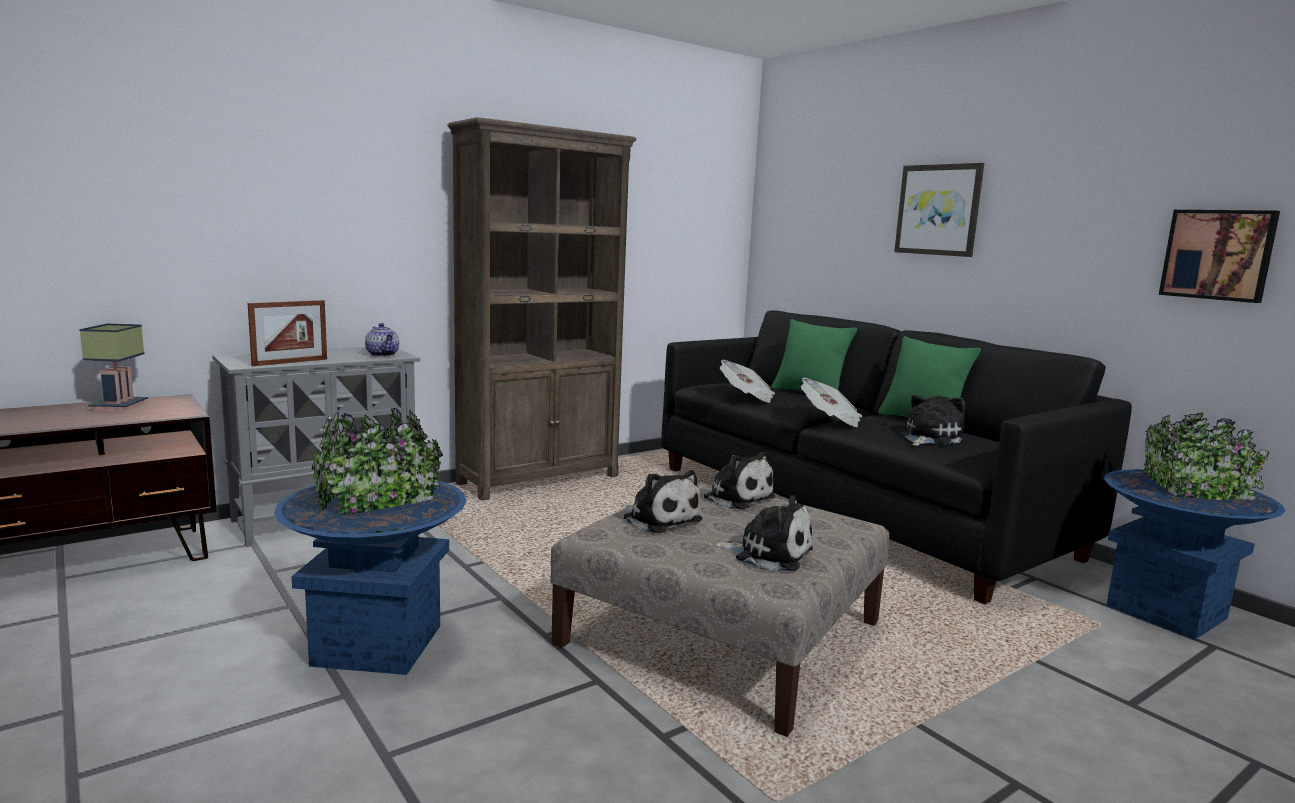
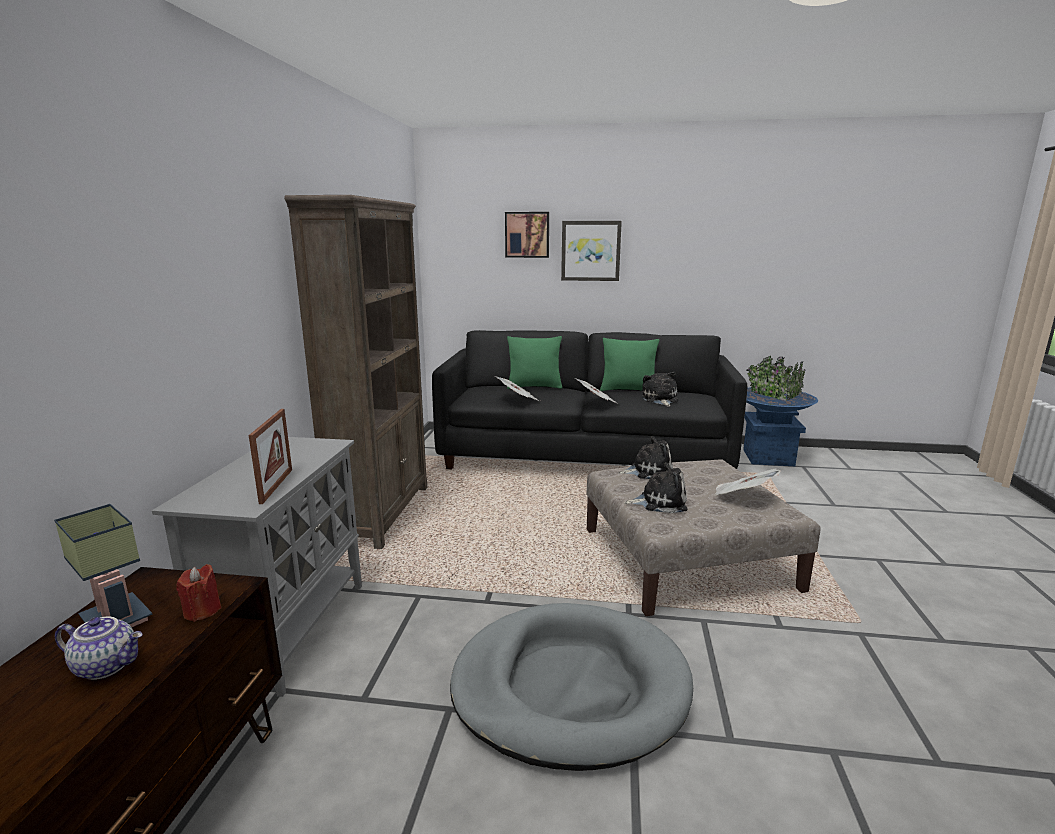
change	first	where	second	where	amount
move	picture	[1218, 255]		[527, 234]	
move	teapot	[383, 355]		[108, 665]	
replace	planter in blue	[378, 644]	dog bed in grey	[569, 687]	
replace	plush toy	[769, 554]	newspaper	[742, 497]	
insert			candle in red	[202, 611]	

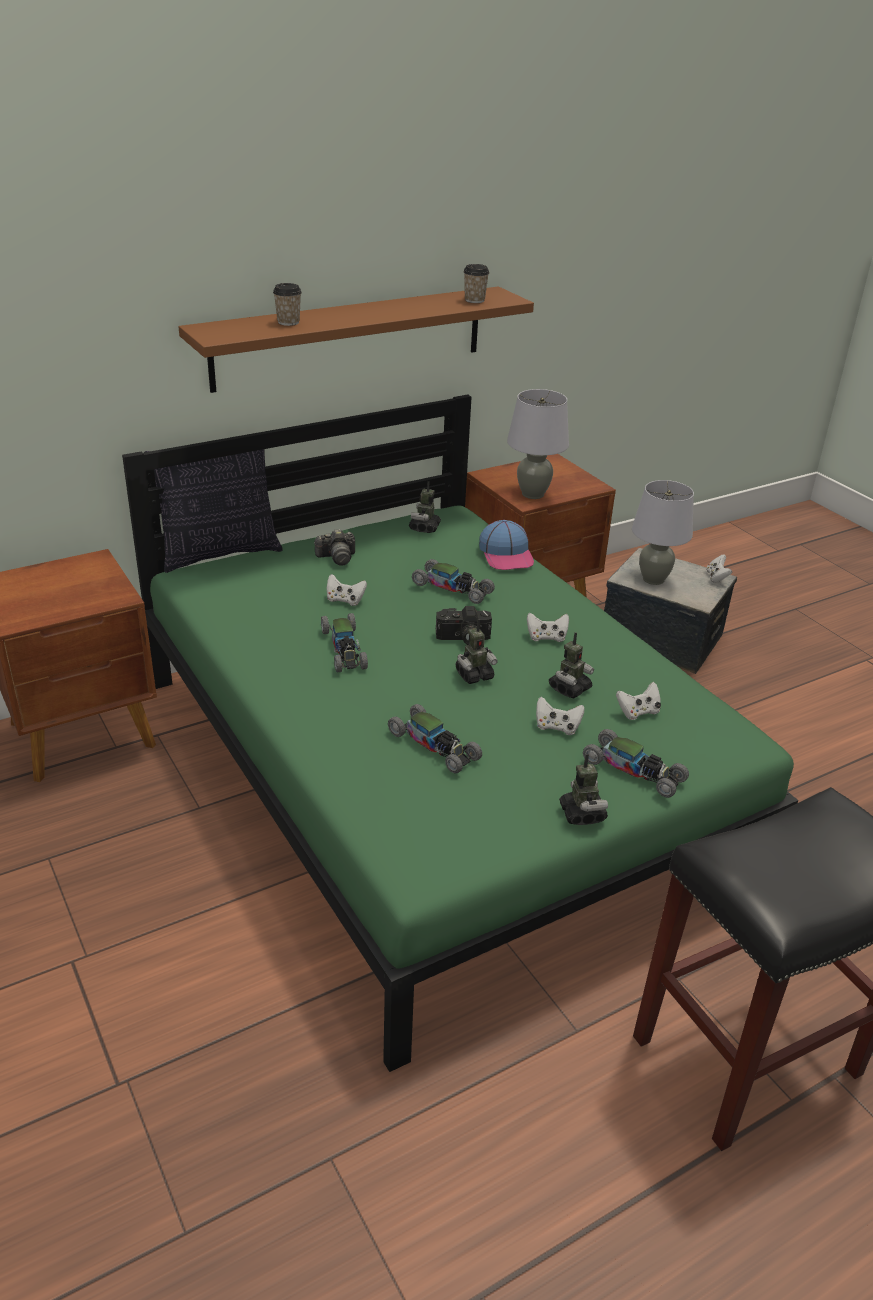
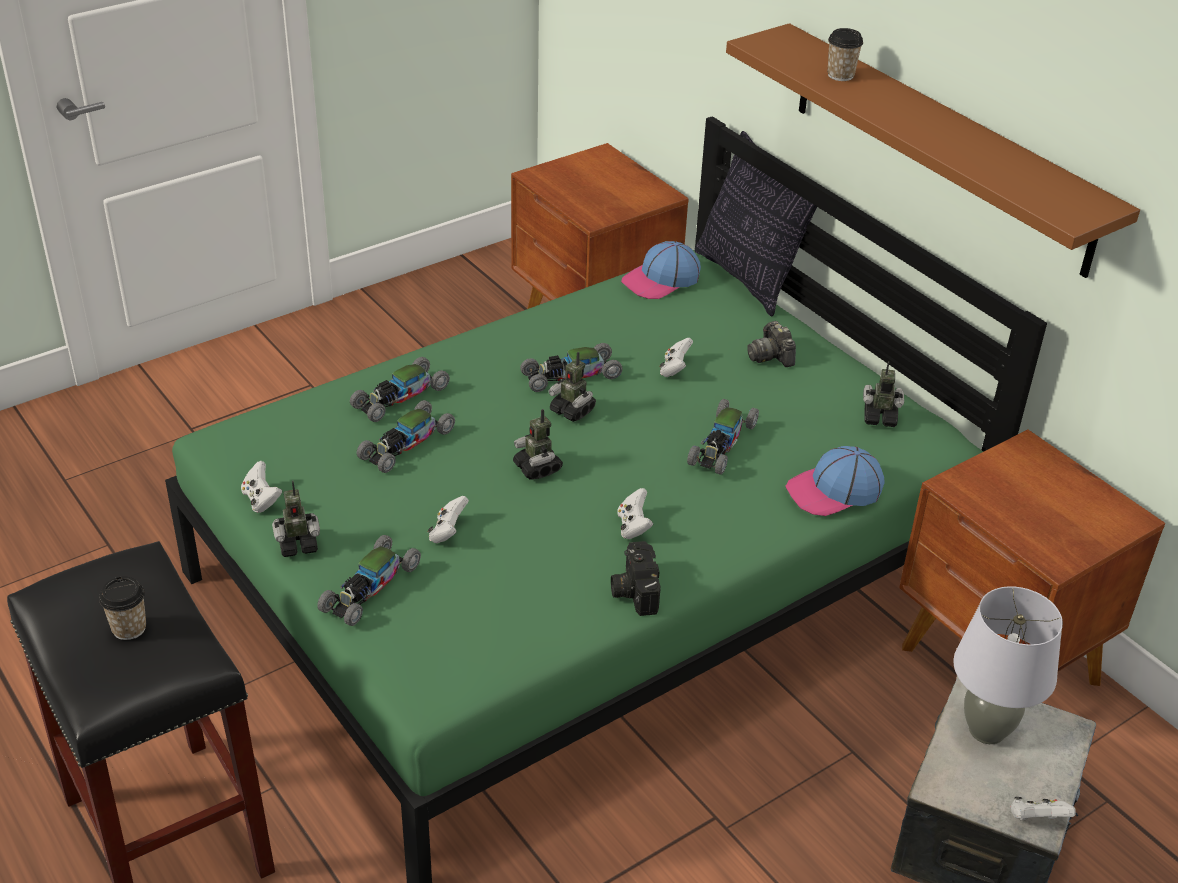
change	first	where	second	where	amount
move	cup	[474, 300]		[129, 628]	
delete	table lamp in grey	[533, 494]			
move	photo camera	[463, 638]		[633, 590]	
move	toy robot	[569, 689]		[572, 410]	
move	game controller in white	[638, 712]		[261, 500]	
insert			cap	[661, 280]	
insert			toy car	[400, 397]	

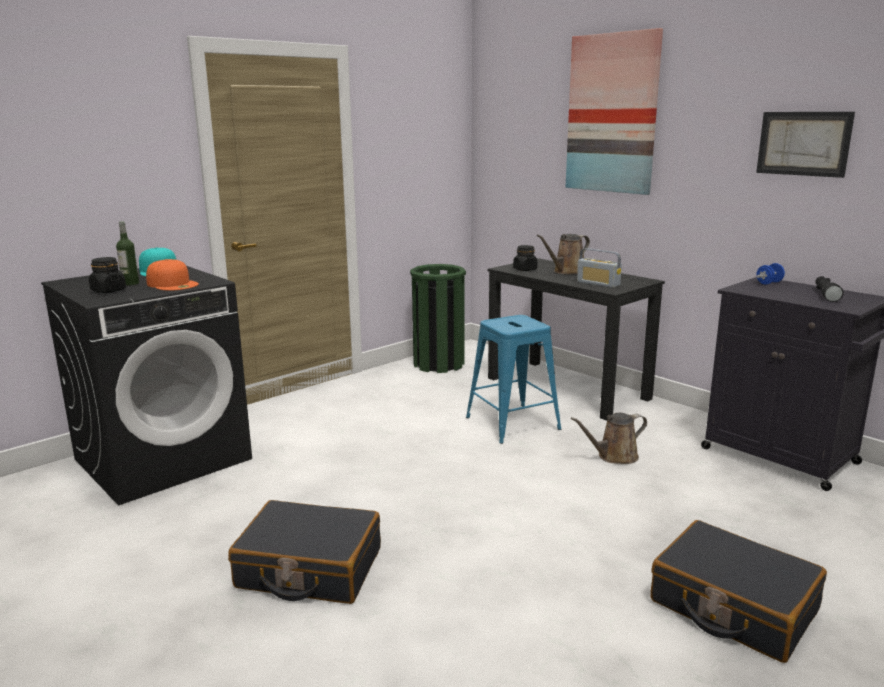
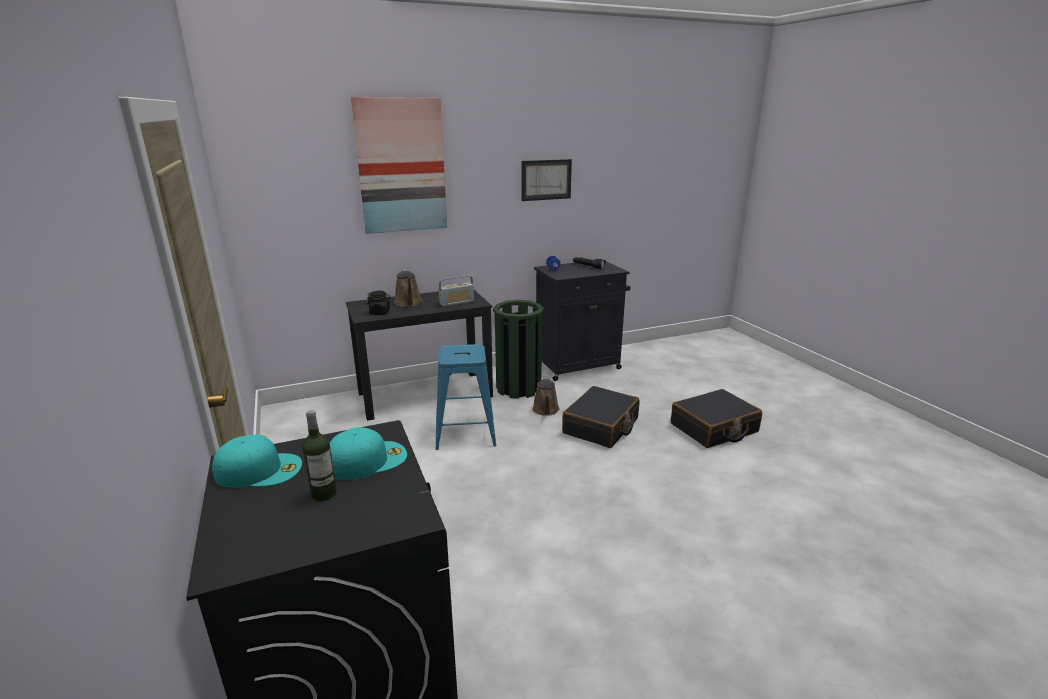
change	first	where	second	where	amount
delete	jar in black	[108, 290]			
recolor	cap in orange	[173, 284]	cap in turquoise	[367, 459]	
move	trash can in green	[438, 364]		[518, 388]	
move	suitcase in black	[309, 568]		[601, 426]	

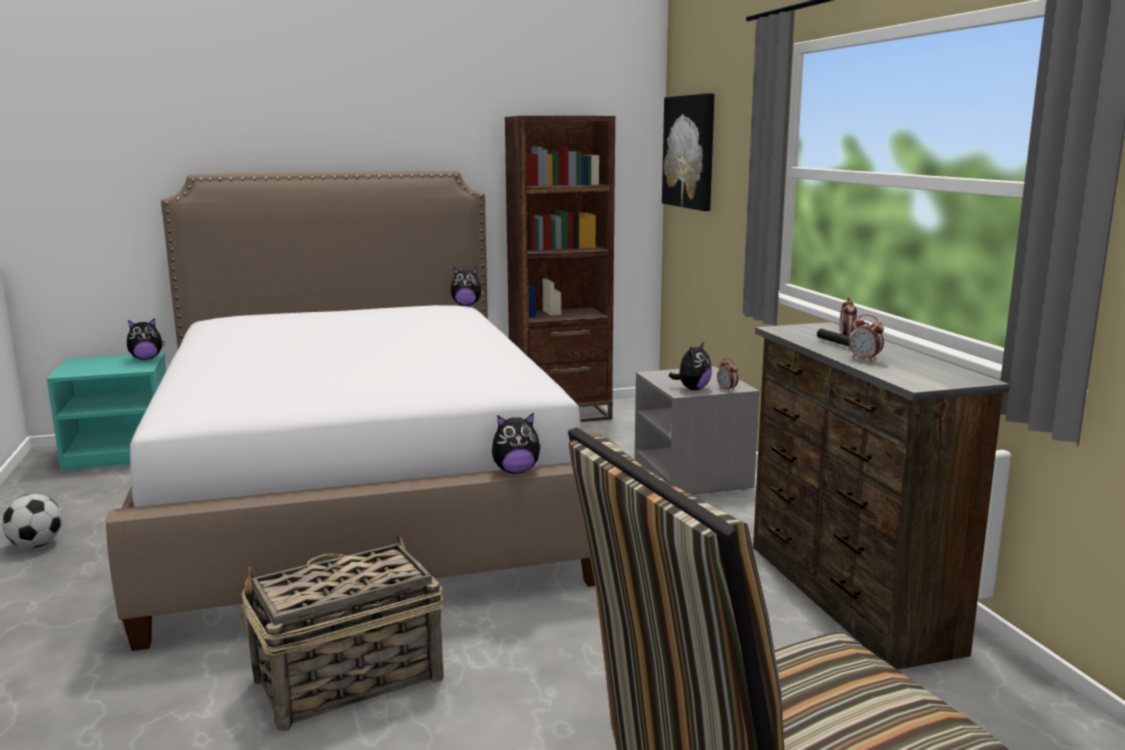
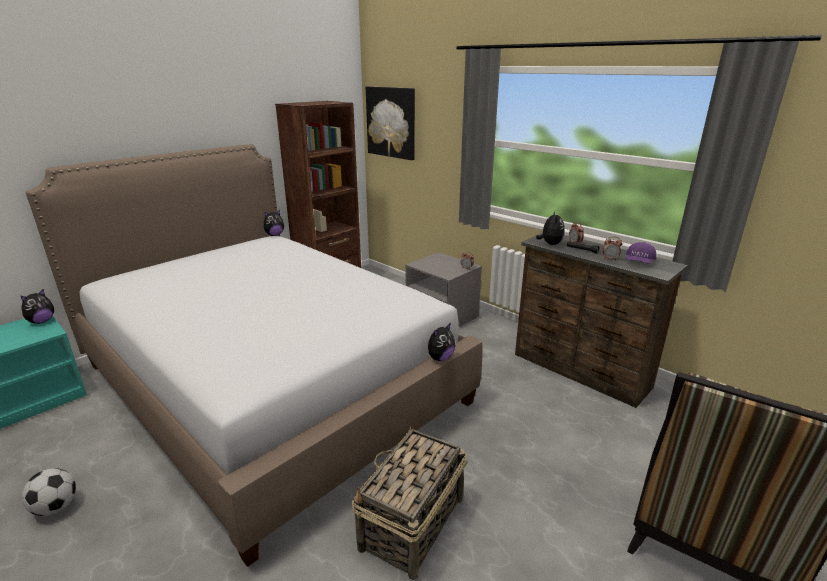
change	first	where	second	where	amount
move	plush toy	[692, 389]		[550, 244]	
insert			cap in purple	[639, 262]	

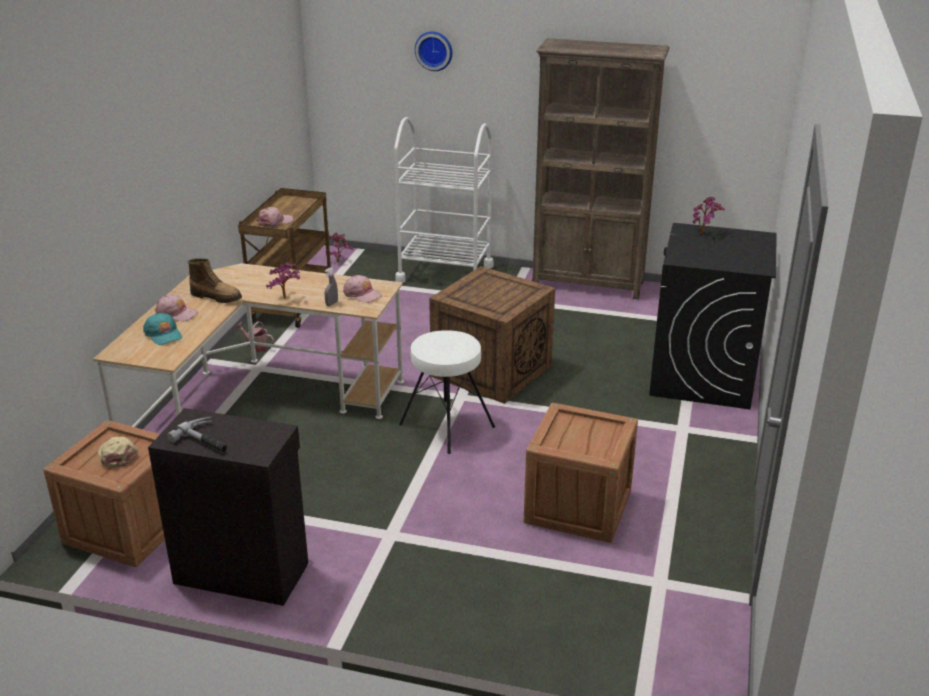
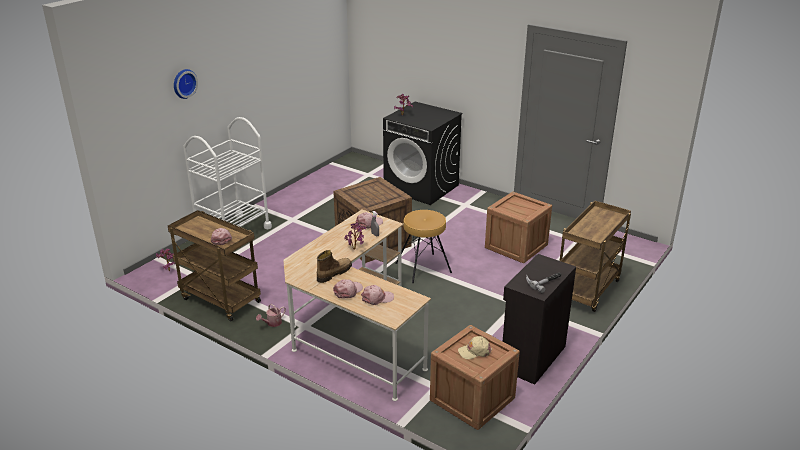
change	first	where	second	where	amount
delete	bookcase in brown	[588, 284]			
recolor	cap in turquoise	[163, 334]	cap in pink	[377, 298]	
recolor	stool in white	[446, 426]	stool in brown	[423, 268]	
insert			cart in brown	[588, 291]	

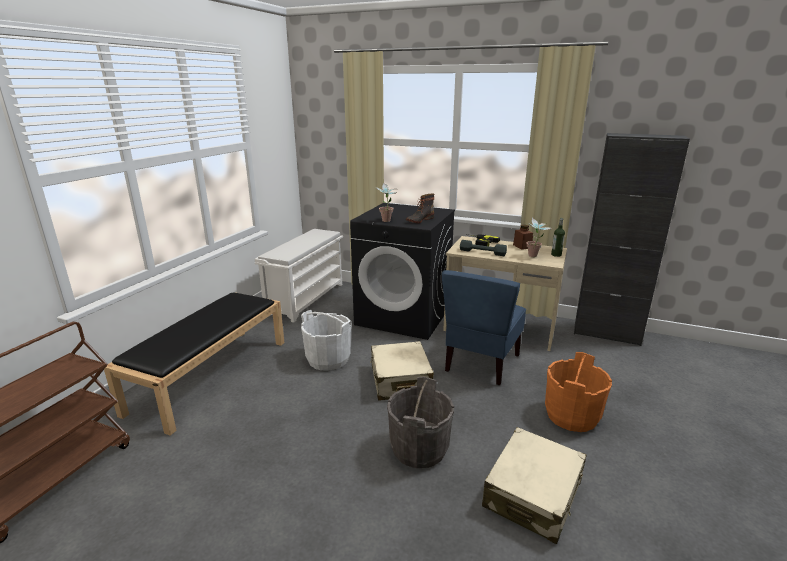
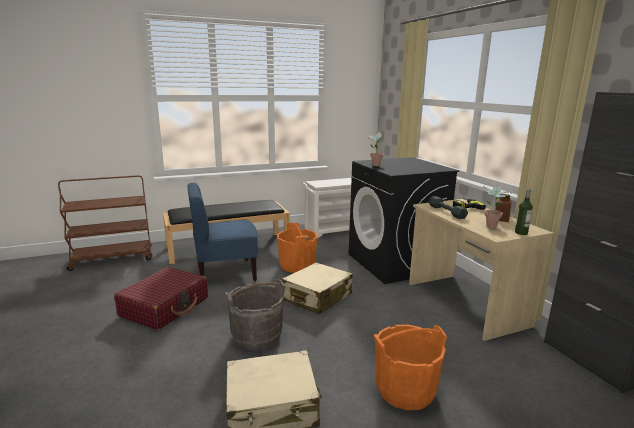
change	first	where	second	where	amount
delete	boot	[419, 220]			
move	chair in blue	[481, 363]		[225, 273]	
recolor	bucket in white	[328, 359]	bucket in orange	[297, 265]	
insert			suitcase in red	[165, 307]	

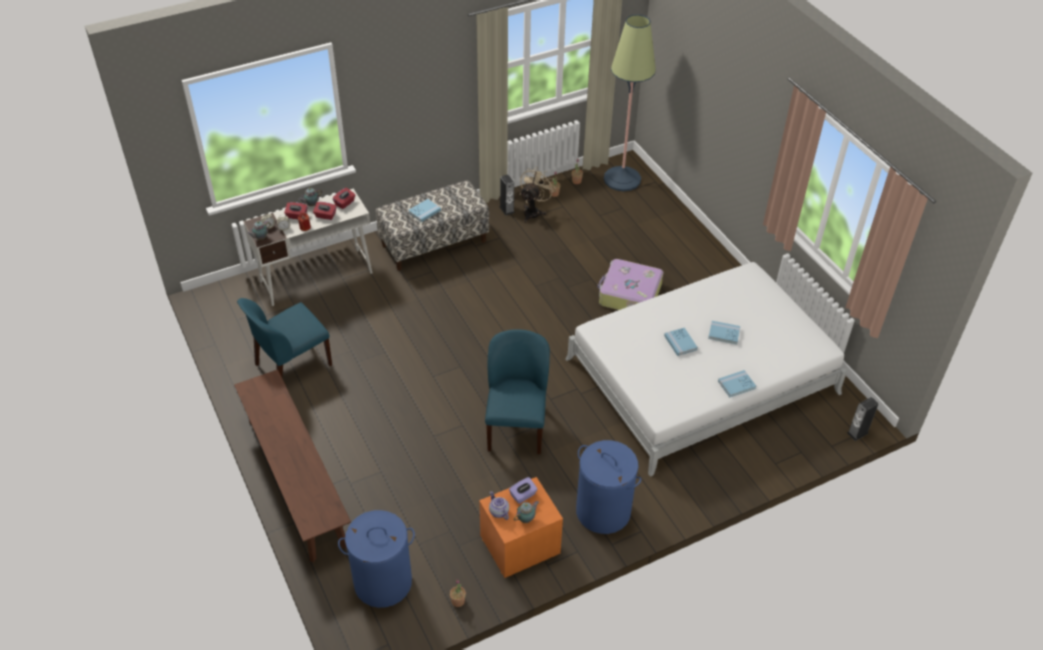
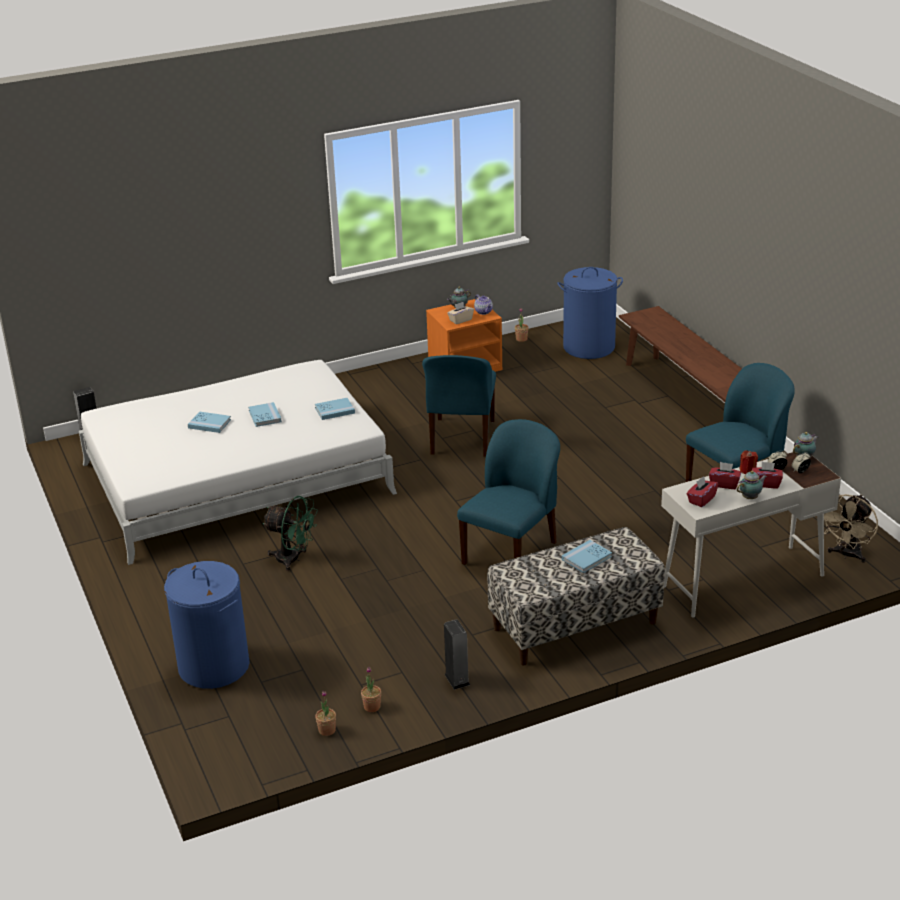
change	first	where	second	where	amount
delete	floor lamp	[622, 179]			
move	fan in beige	[533, 211]		[847, 555]	
replace	suitcase	[629, 294]	fan in green	[293, 559]	
move	book in blue	[736, 385]		[335, 410]	
move	laundry basket in blue	[603, 511]		[213, 666]	
recolor	tissue box in purple	[523, 495]	tissue box in beige	[460, 320]	
insert			chair in blue	[511, 552]	

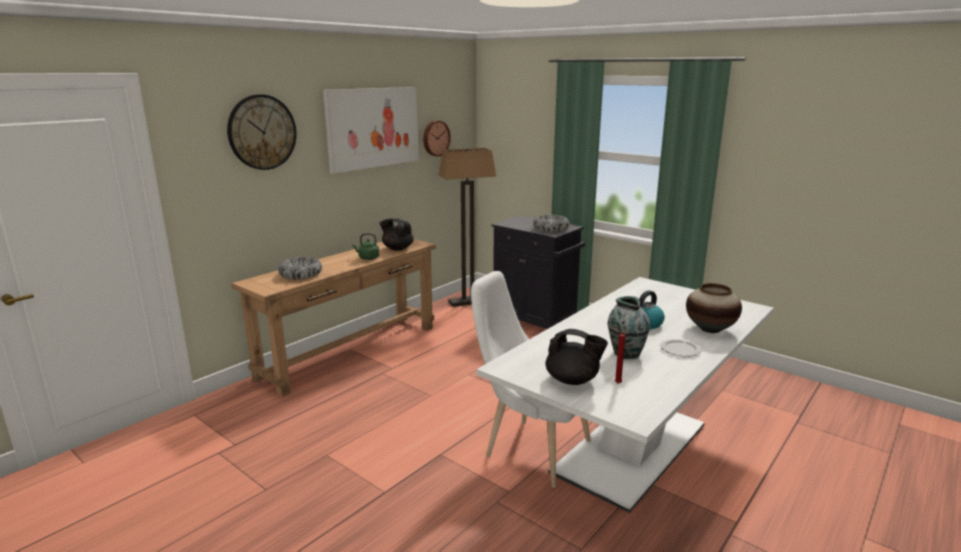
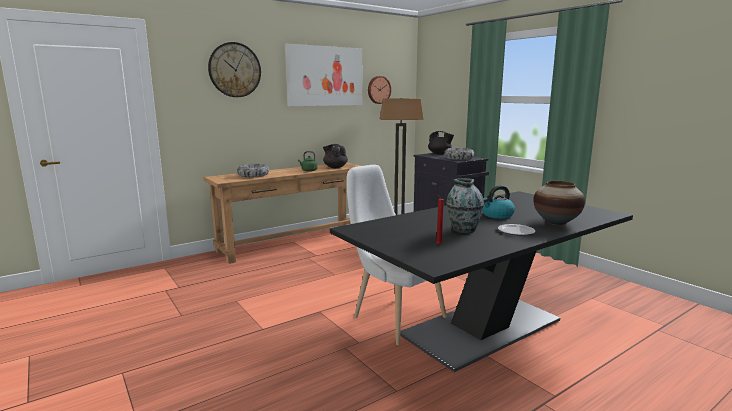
change	first	where	second	where	amount
recolor	dining table in white	[631, 449]	dining table in black	[481, 328]	
move	teapot in black	[573, 380]		[439, 154]	

